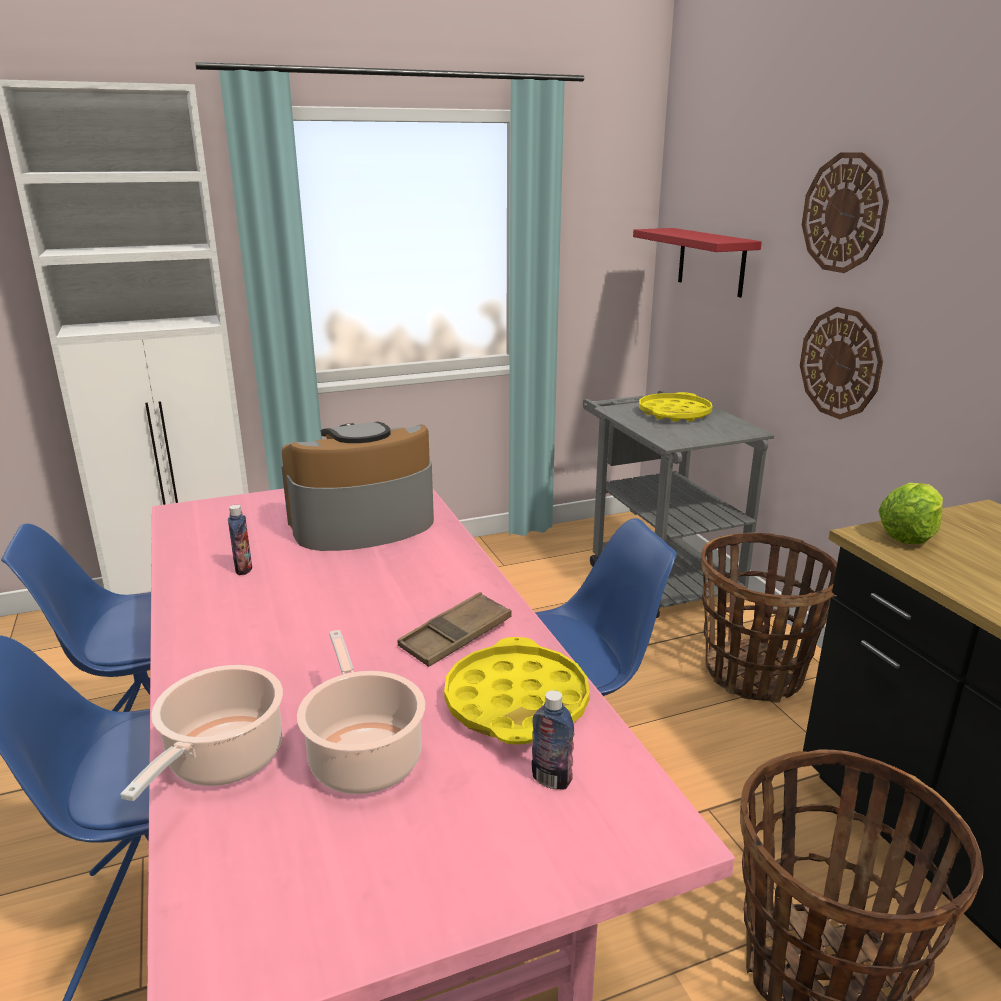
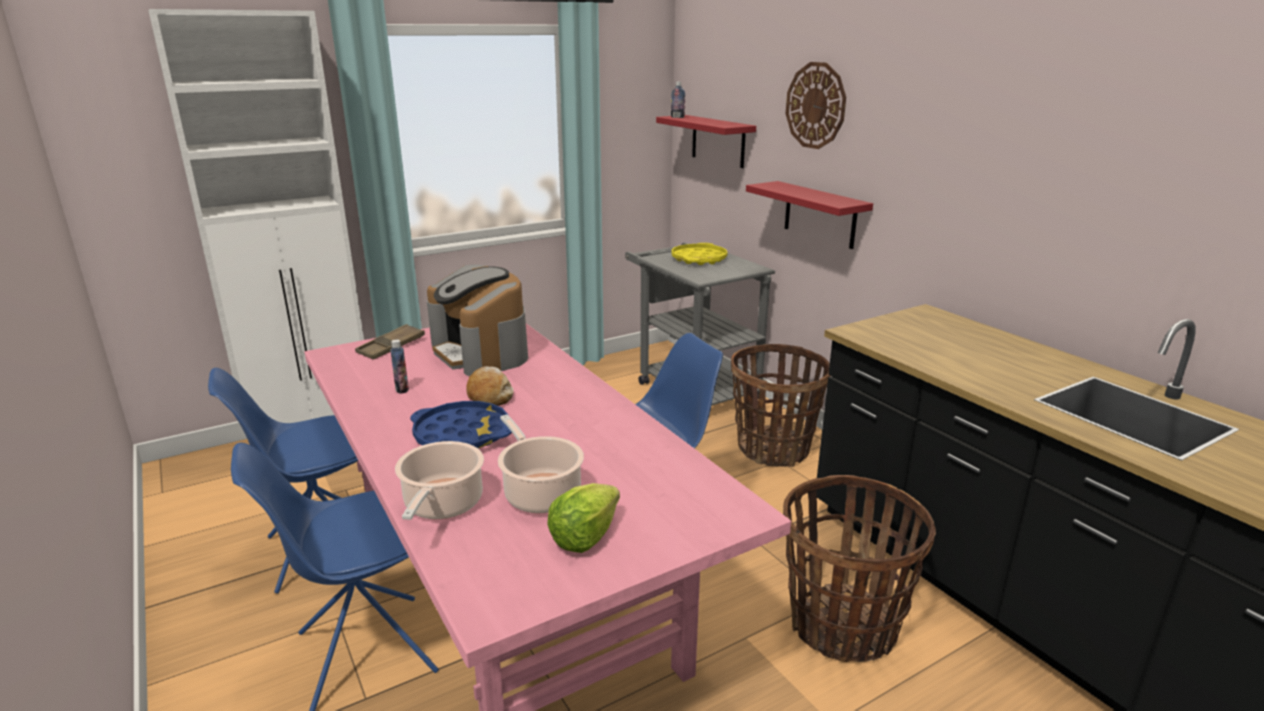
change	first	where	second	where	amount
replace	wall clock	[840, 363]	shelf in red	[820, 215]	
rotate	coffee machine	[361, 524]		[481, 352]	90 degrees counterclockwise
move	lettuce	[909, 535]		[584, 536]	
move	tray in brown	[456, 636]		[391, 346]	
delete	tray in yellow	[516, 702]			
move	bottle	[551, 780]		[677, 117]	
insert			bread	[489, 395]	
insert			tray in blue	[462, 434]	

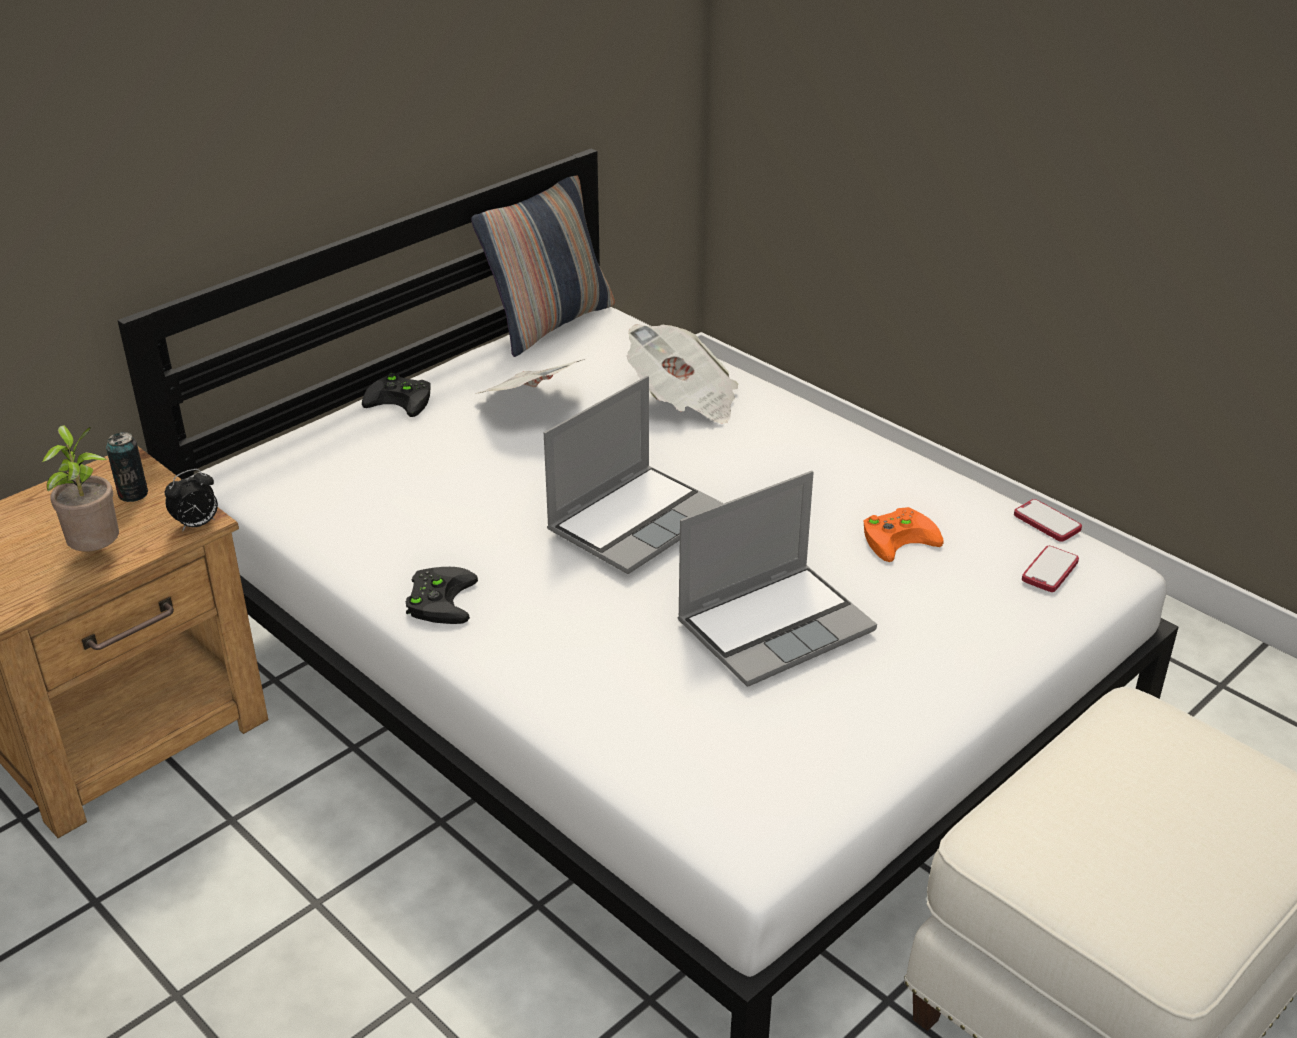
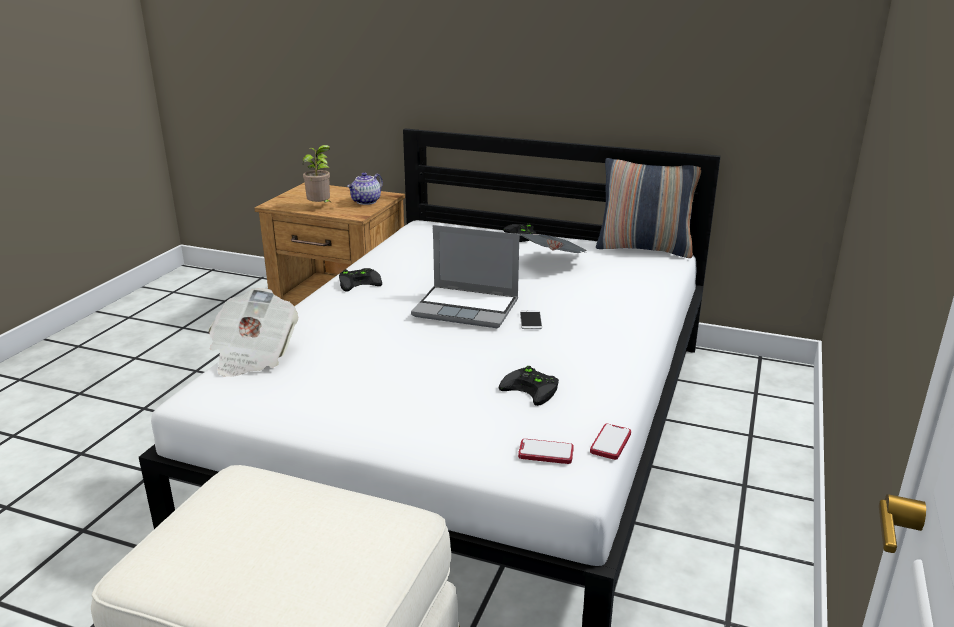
change	first	where	second	where	amount
move	newspaper	[684, 400]		[253, 355]	
replace	can	[133, 494]	teapot	[366, 202]	
delete	alarm clock	[197, 525]			
delete	laptop	[776, 625]			
recolor	game controller in orange	[899, 536]	game controller in black	[533, 389]	
insert			phone	[530, 320]	

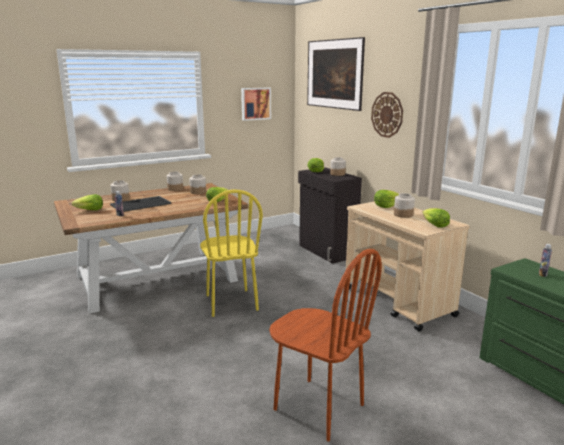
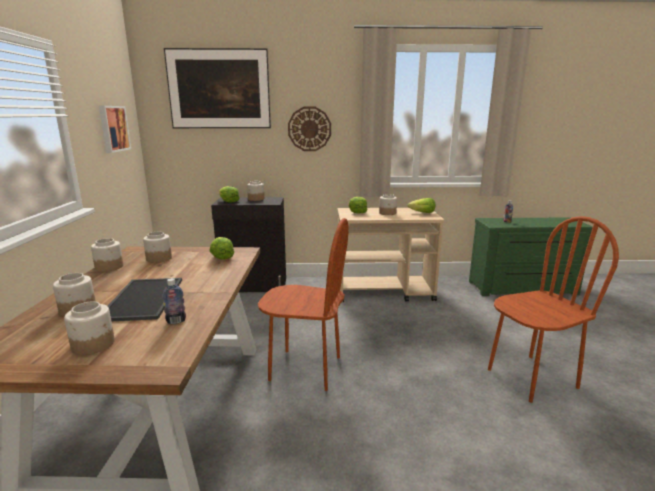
change	first	where	second	where	amount
recolor	chair in yellow	[231, 302]	chair in brown	[305, 368]	
replace	lettuce	[89, 210]	jar	[94, 344]	

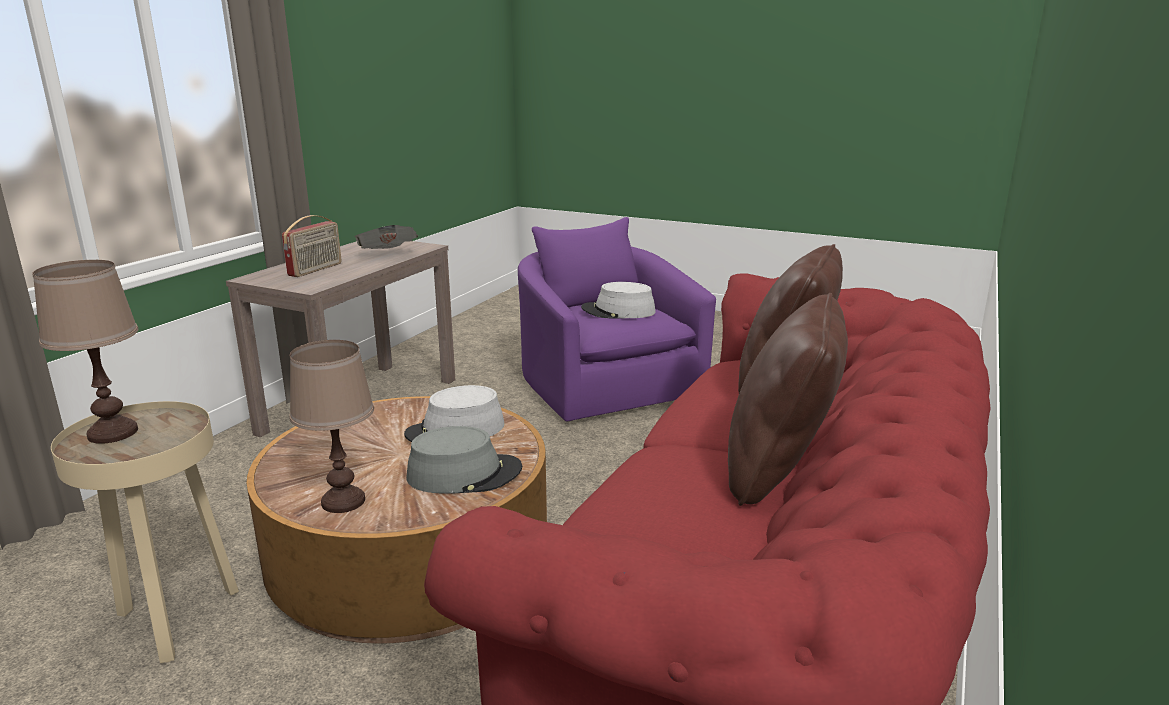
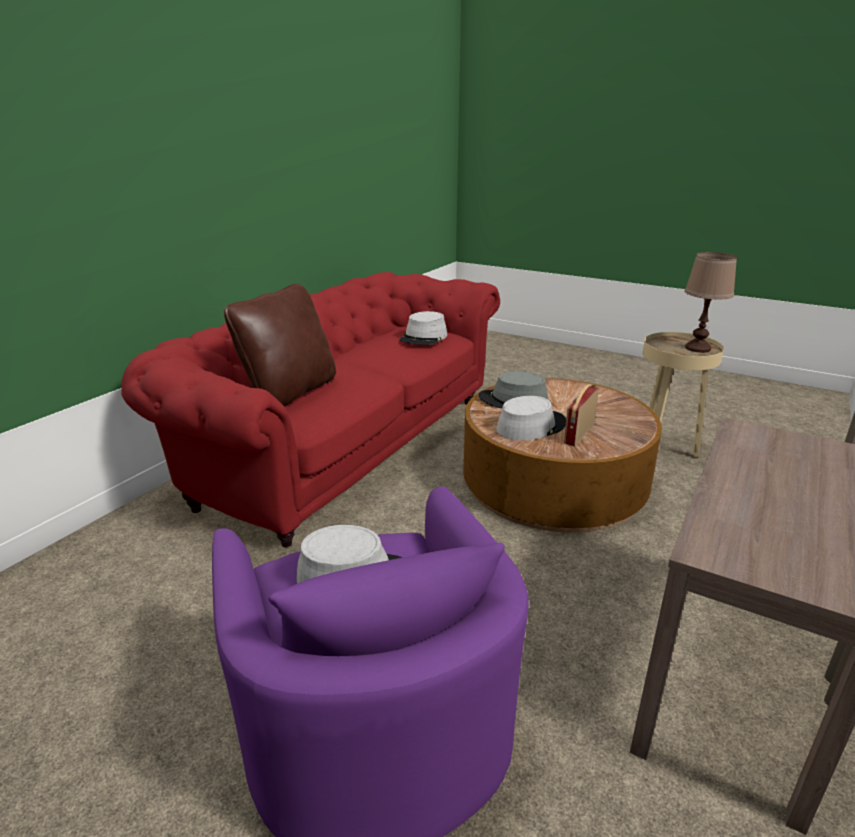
change	first	where	second	where	amount
move	radio	[316, 270]		[578, 433]	
delete	newspaper	[388, 255]			
delete	pillow in brown	[779, 471]			
delete	table lamp in brown	[343, 502]			
insert			hat in grey	[424, 337]	

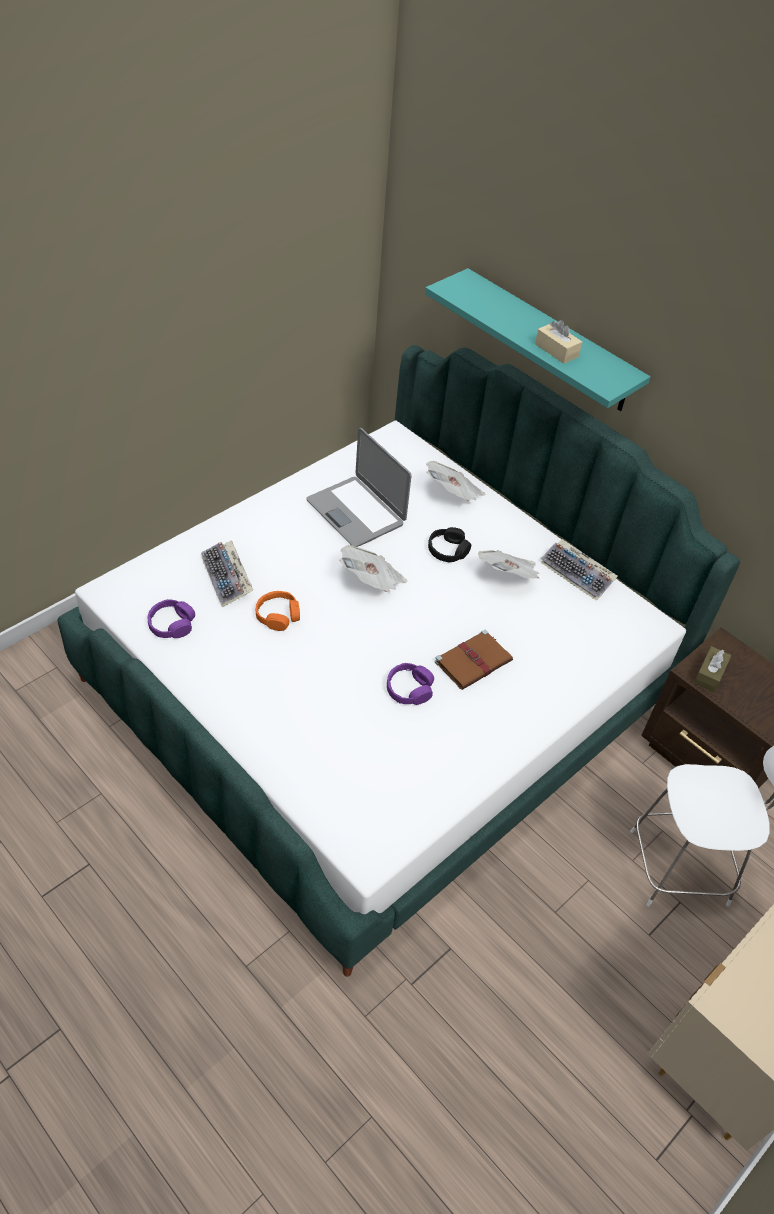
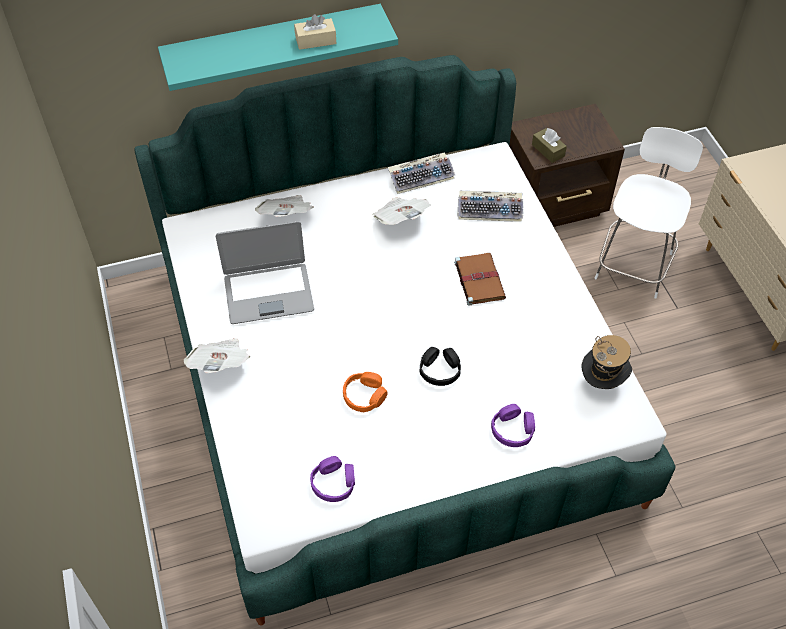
change	first	where	second	where	amount
move	headphones in black	[448, 550]		[440, 370]	
move	keyboard	[227, 578]		[490, 210]	
move	newspaper	[372, 581]		[221, 365]	
move	headphones in purple	[409, 689]		[512, 430]	
insert			hat	[602, 382]	

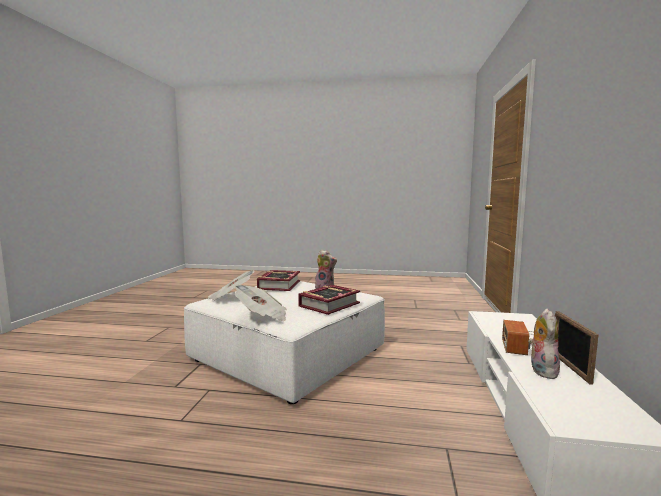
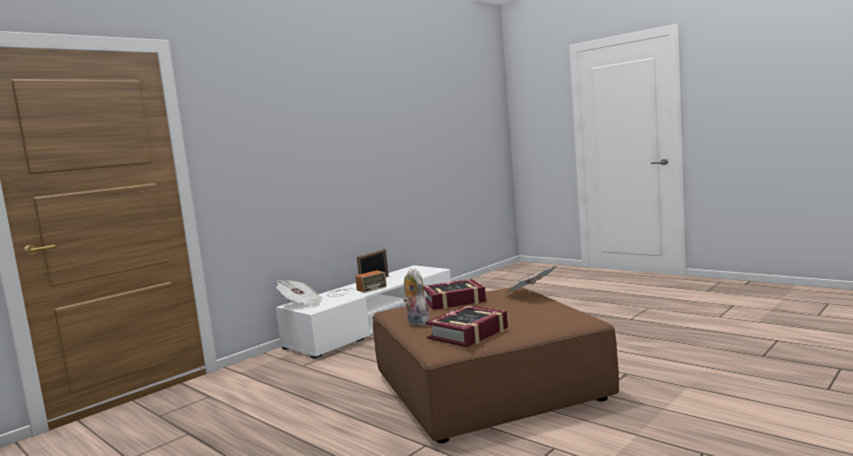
change	first	where	second	where	amount
move	newspaper	[231, 297]		[301, 305]	
recolor	ottoman in white	[288, 354]	ottoman in brown	[488, 387]	
delete	plush toy	[541, 370]			

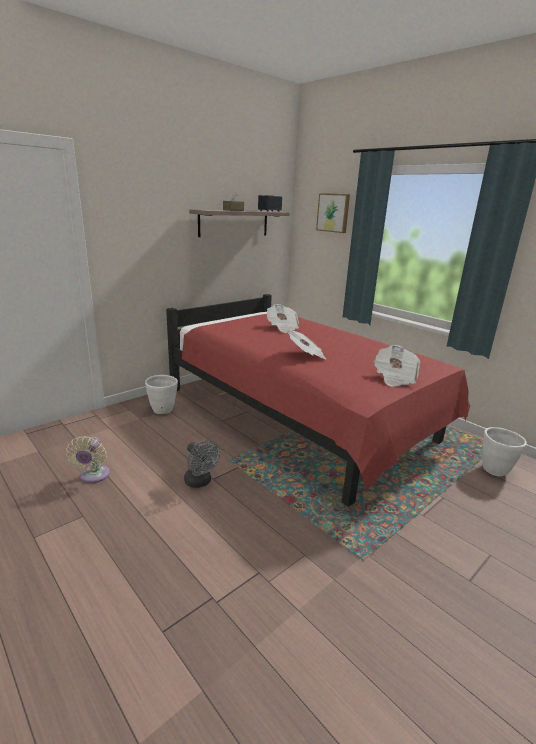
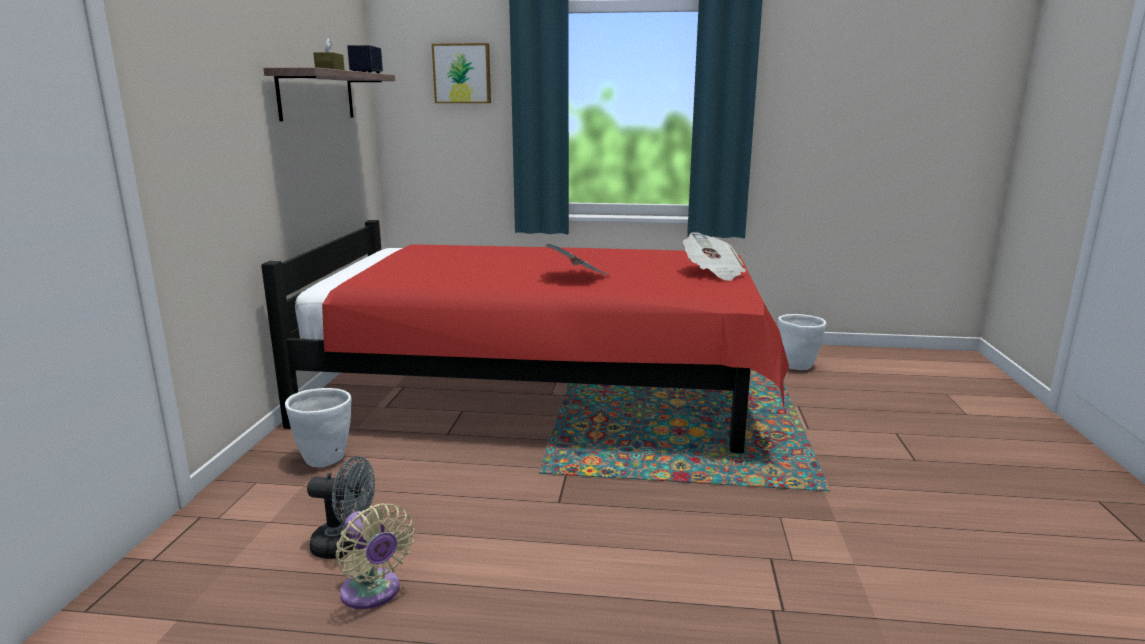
change	first	where	second	where	amount
delete	newspaper	[282, 327]			
move	fan in grey	[200, 482]		[346, 545]	

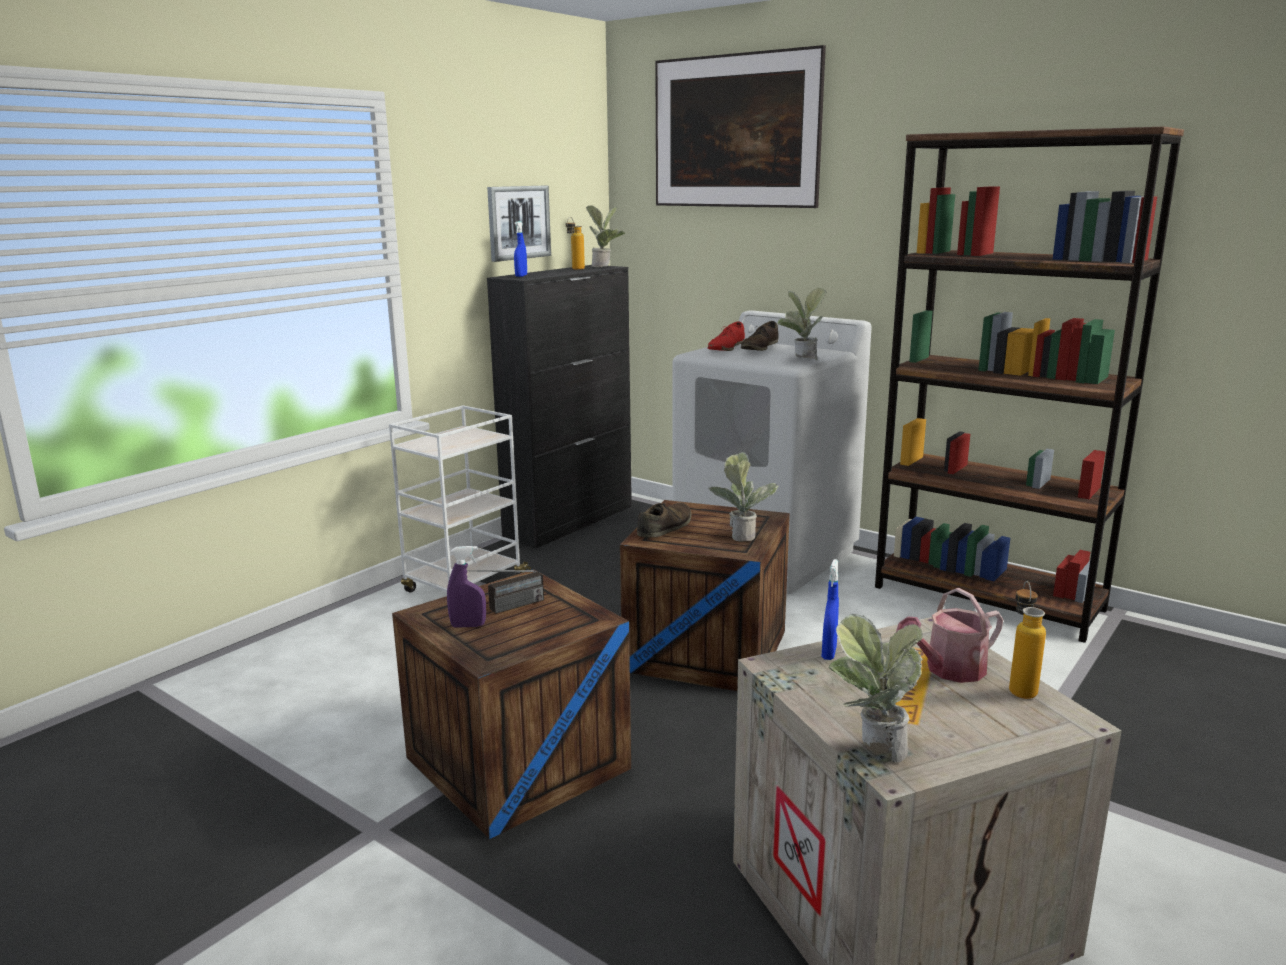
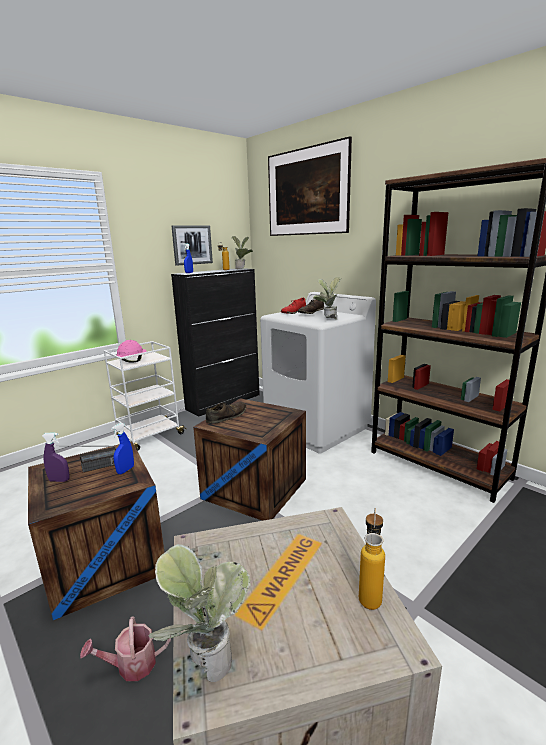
change	first	where	second	where	amount
delete	potted plant	[740, 534]			
move	spray bottle in blue	[829, 653]		[125, 470]	
move	watering can	[949, 670]		[131, 665]	
insert			hard hat in pink	[132, 361]	

